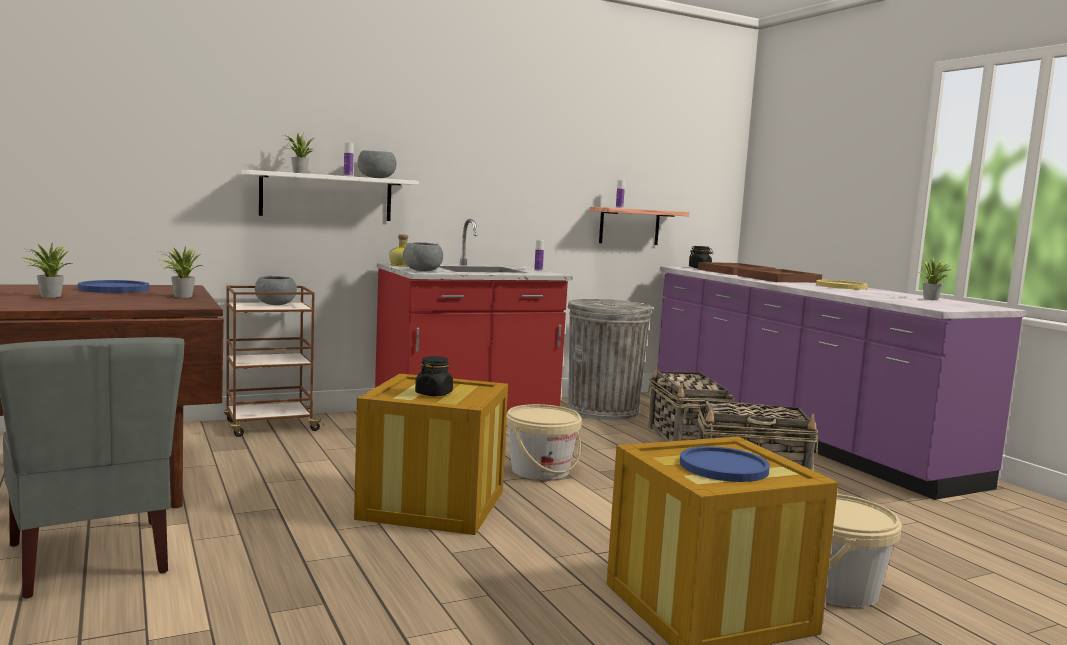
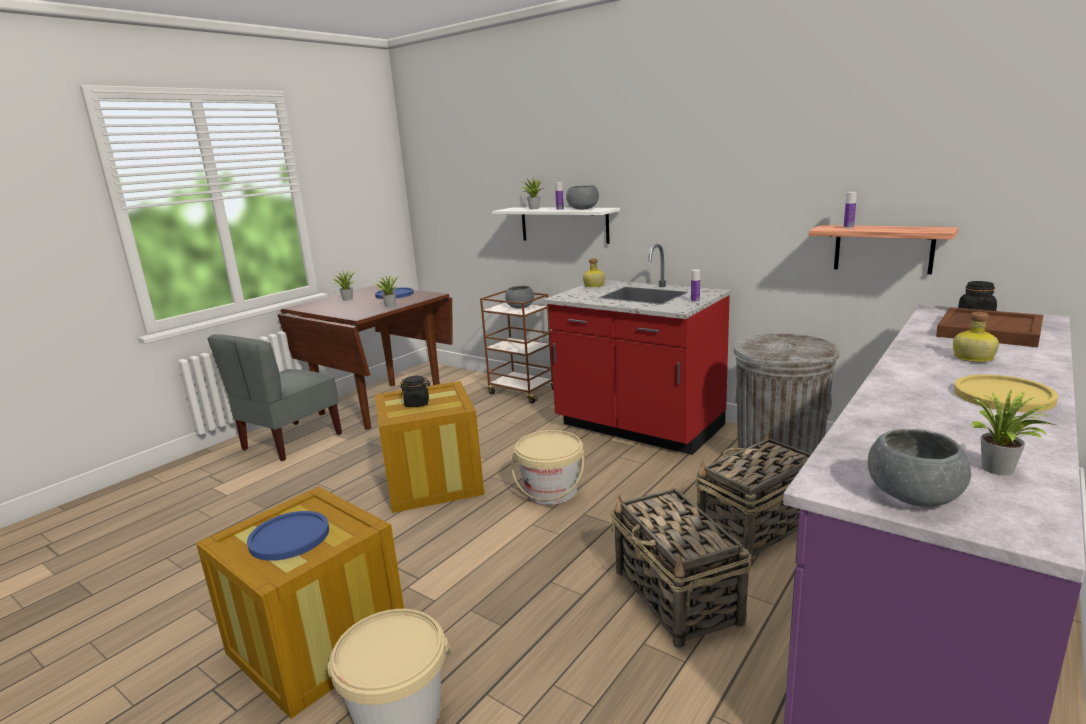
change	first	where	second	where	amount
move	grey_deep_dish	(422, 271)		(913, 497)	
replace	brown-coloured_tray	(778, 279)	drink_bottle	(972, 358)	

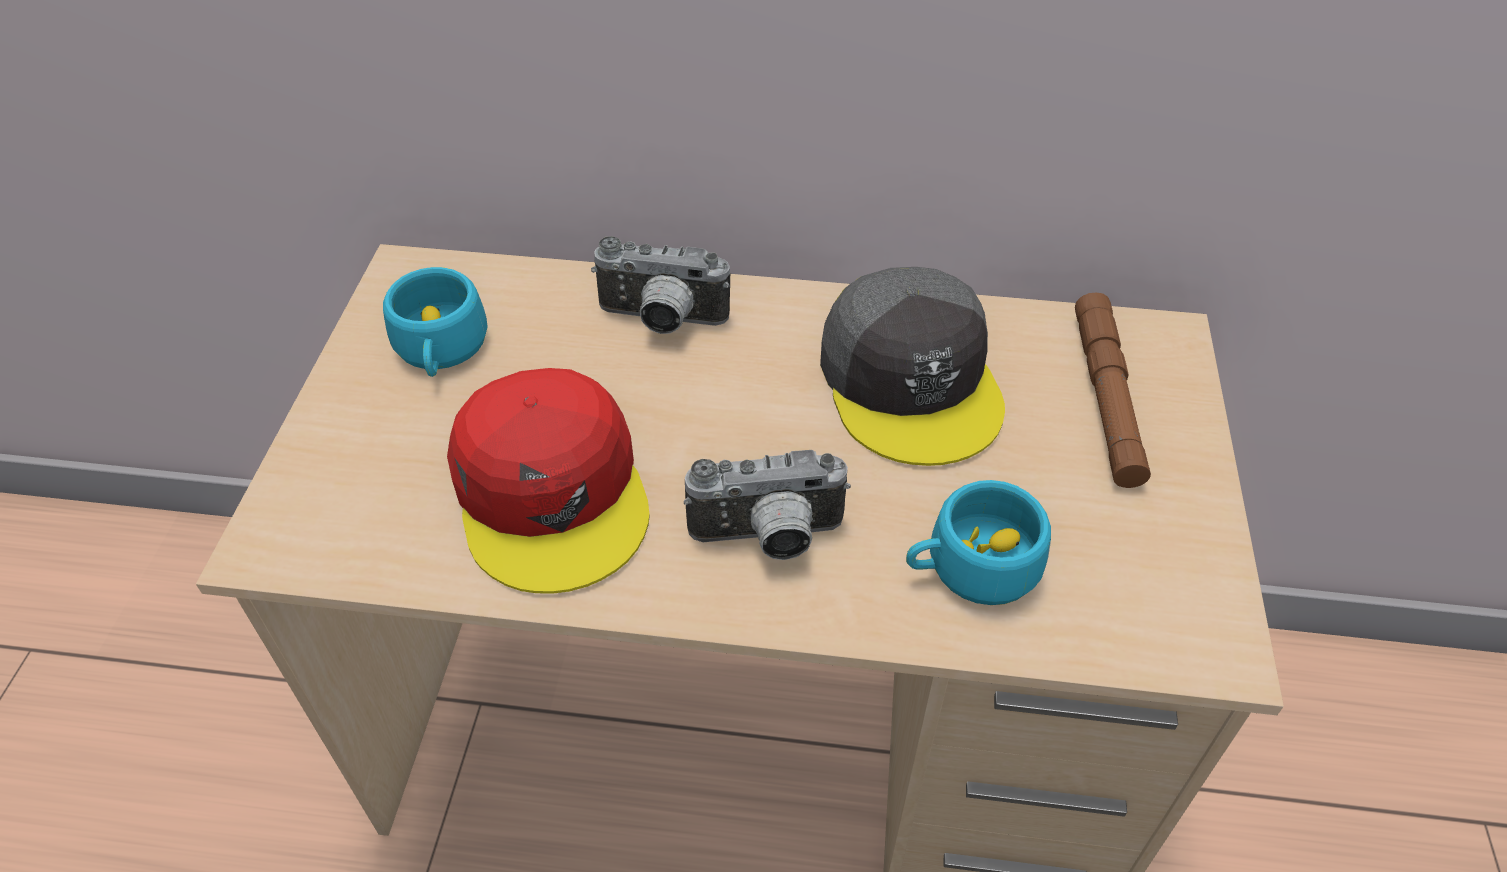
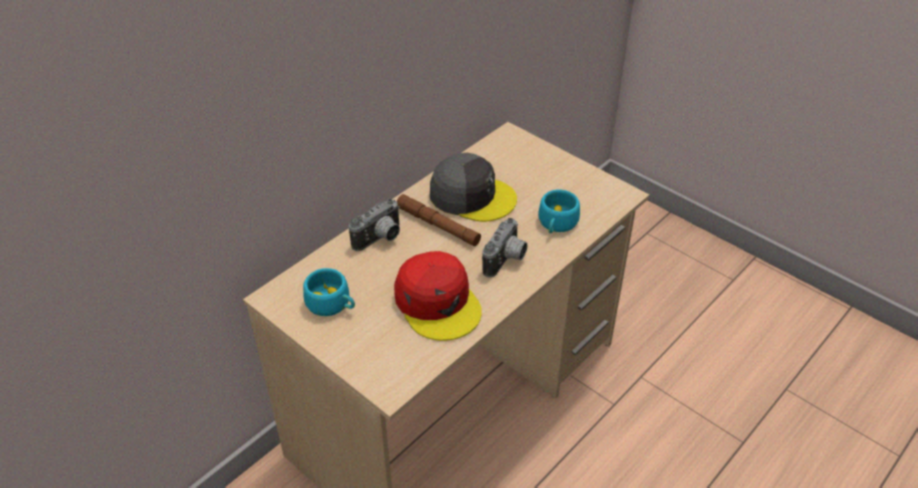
change	first	where	second	where	amount
move	brown-coloured_hand_torch	(1106, 397)		(438, 225)	
rotate	reddish_baseball_cap	(552, 492)		(438, 303)	45 degrees clockwise

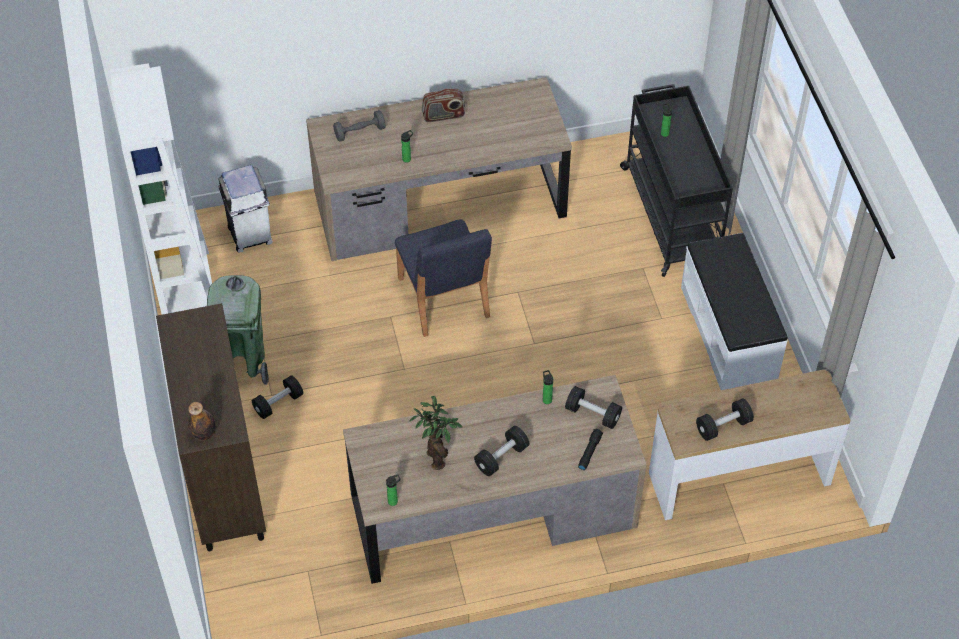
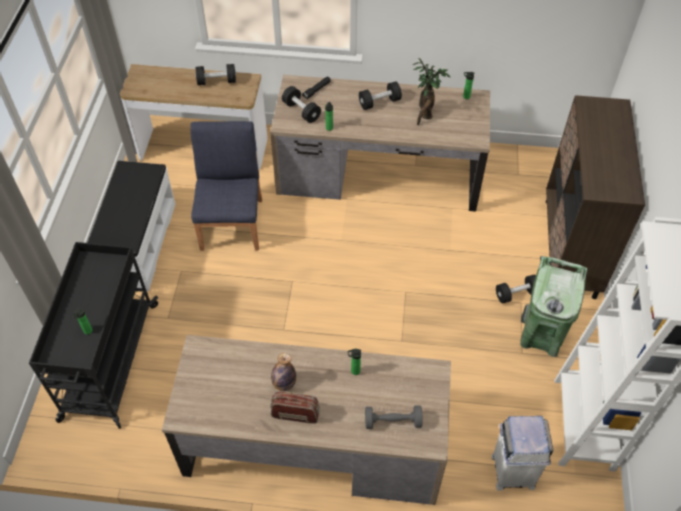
change	first	where	second	where	amount
move	blue_upright_chair	(443, 298)		(232, 223)	
move	drink_bottle	(204, 433)		(284, 384)	

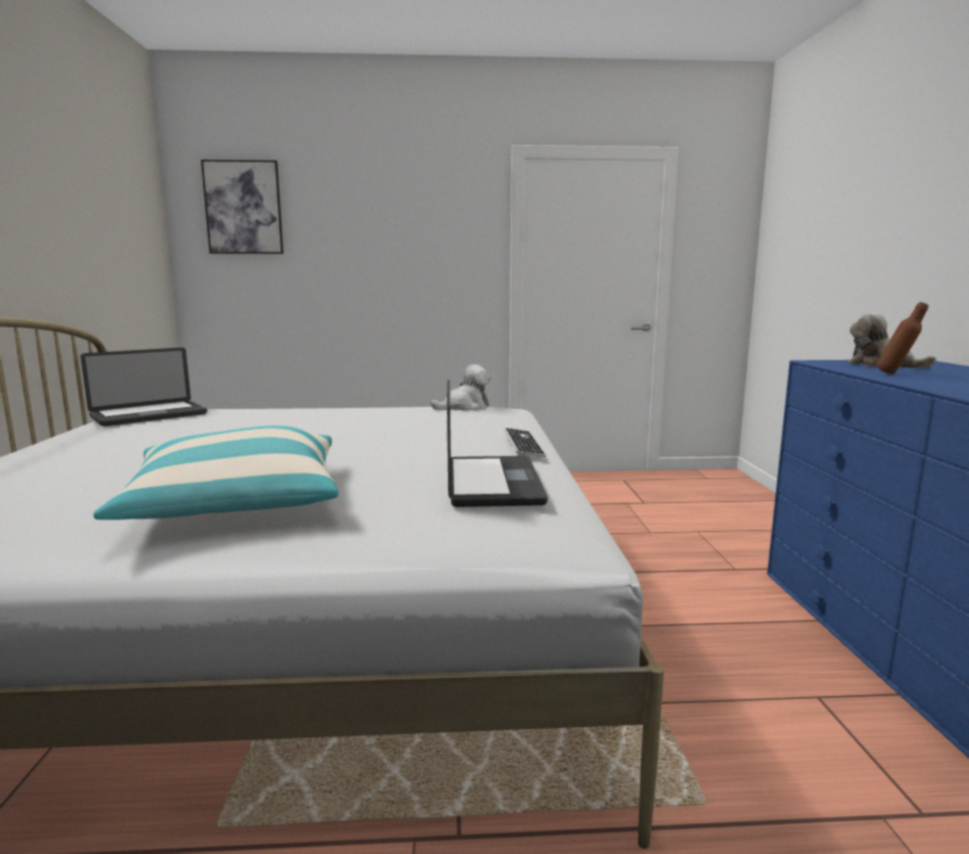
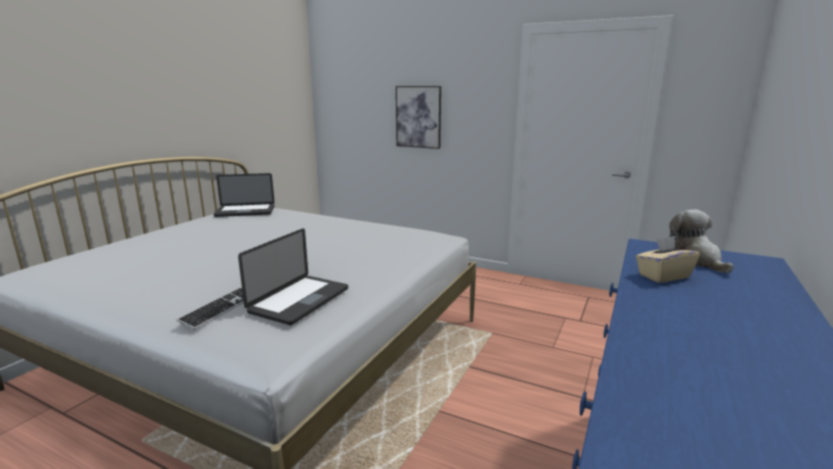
change	first	where	second	where	amount
move	wall_picture	(243, 207)		(418, 117)	
replace	brown-coloured_drink_bottle	(896, 374)	sand-coloured_box_of_tissues	(663, 276)	
delete	soft_toy	(464, 407)			
delete	throw_pillow	(237, 501)			
move	computer_keyboard	(523, 445)		(219, 309)	

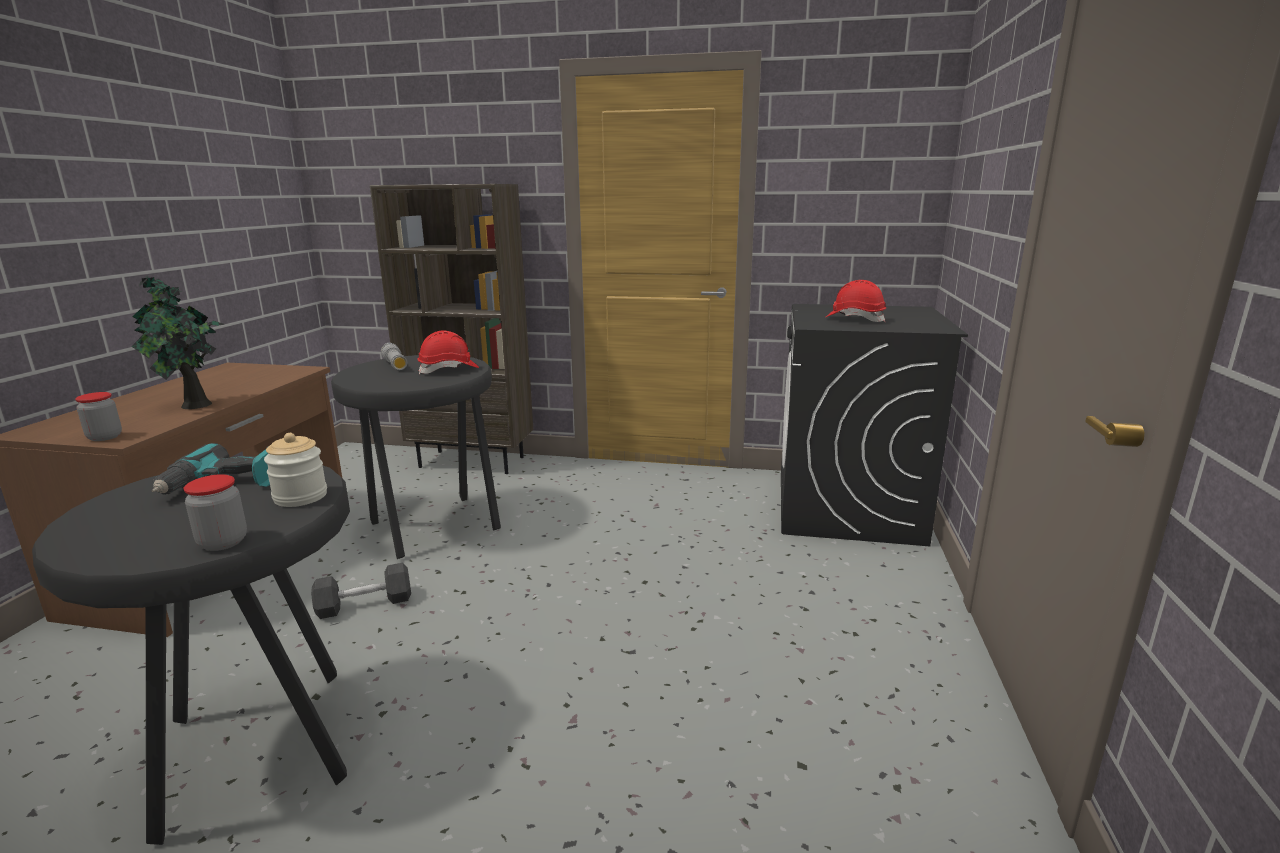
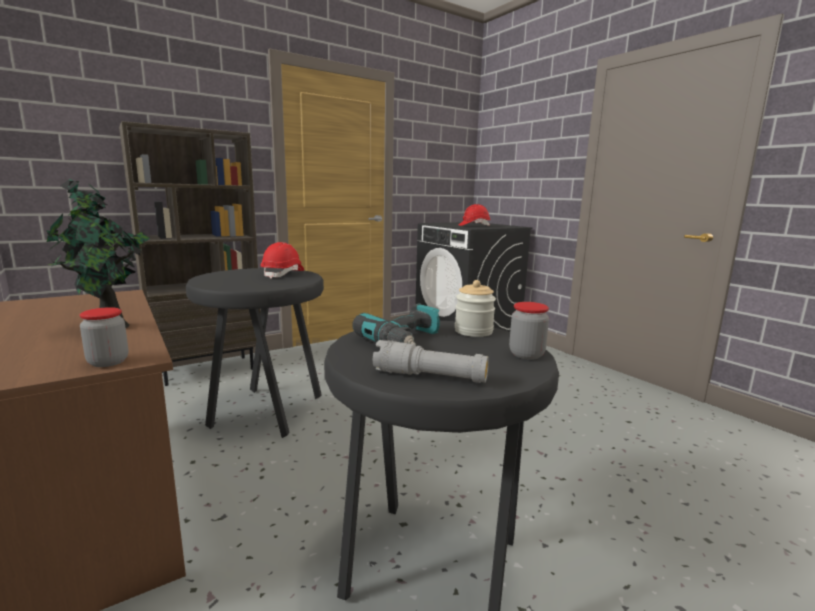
change	first	where	second	where	amount
move	grey_hand_torch	(395, 365)		(429, 376)	
delete	grey_free_weight	(365, 604)			

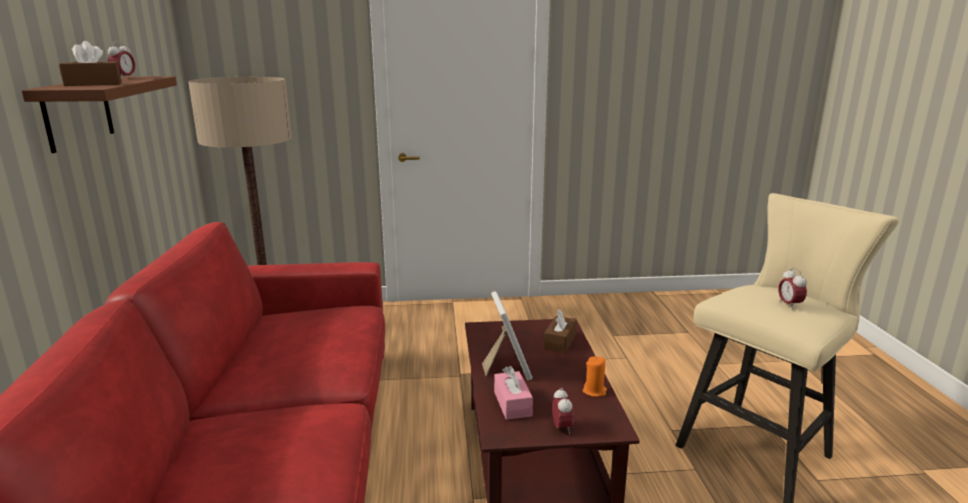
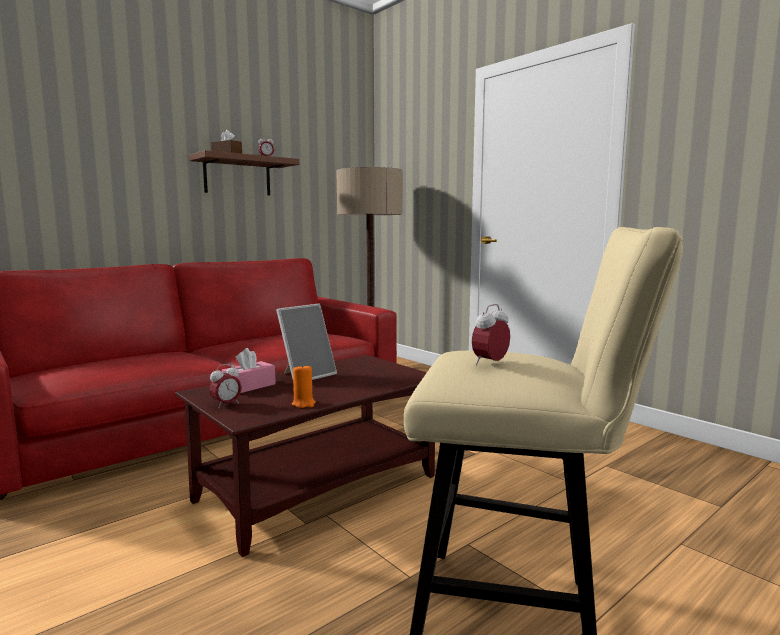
change	first	where	second	where	amount
delete	brown-coloured_box_of_tissues	(560, 342)			

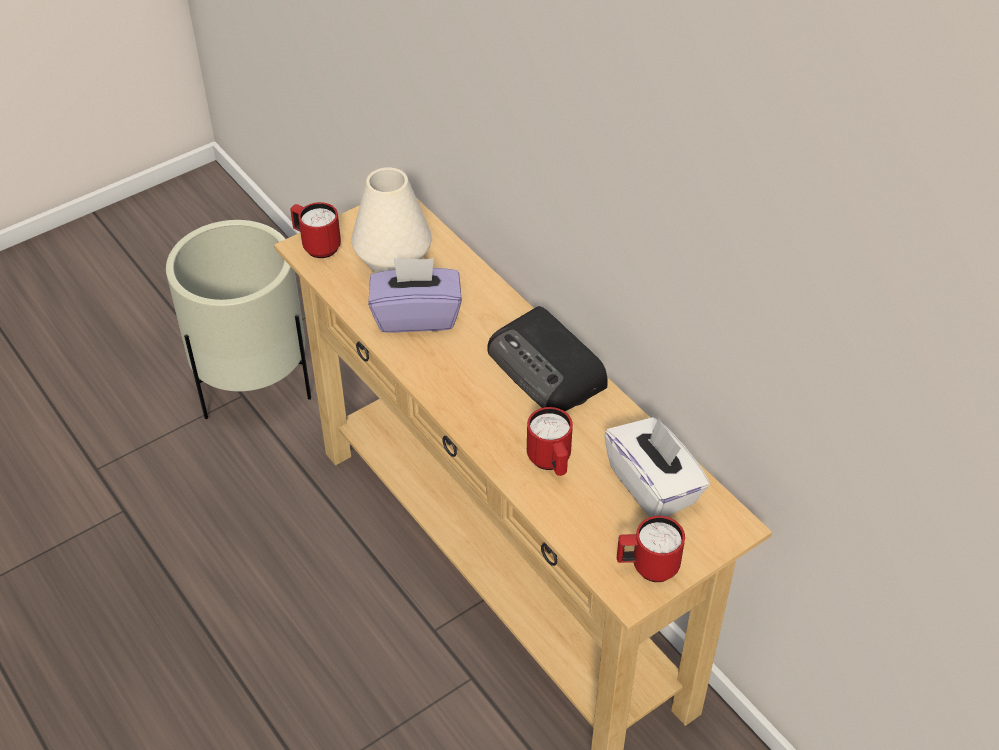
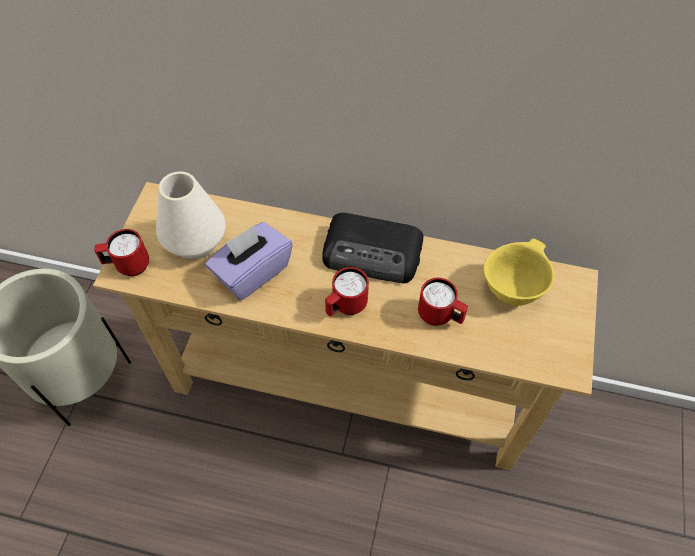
change	first	where	second	where	amount
replace	whitish_box_of_tissues	(653, 486)	yellow-coloured_deep_dish	(511, 288)	
move	reddish_tea_mug	(647, 567)		(345, 307)	

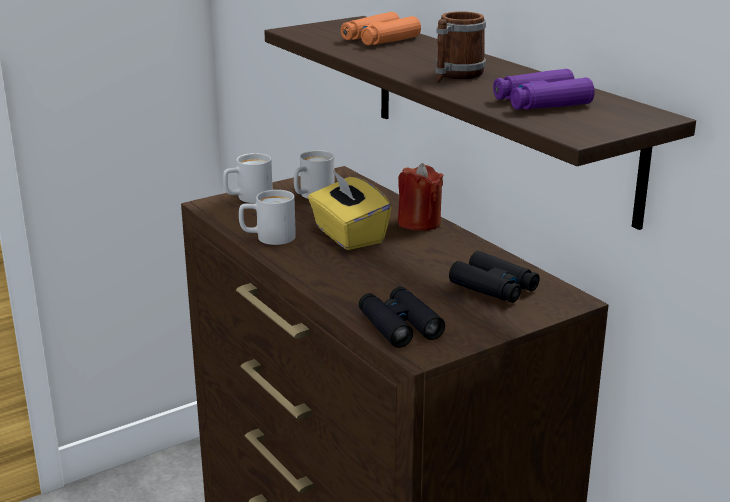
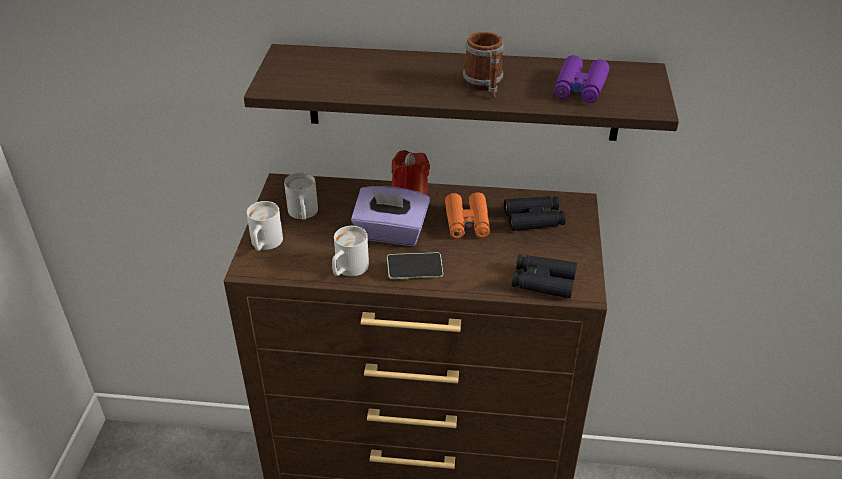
change	first	where	second	where	amount
move	orange-coloured_pair_of_binoculars	(380, 39)		(467, 222)	
recolor	yellow-coloured_box_of_tissues	(348, 235)	purplish_box_of_tissues	(391, 233)	
insert			phone	(415, 272)	

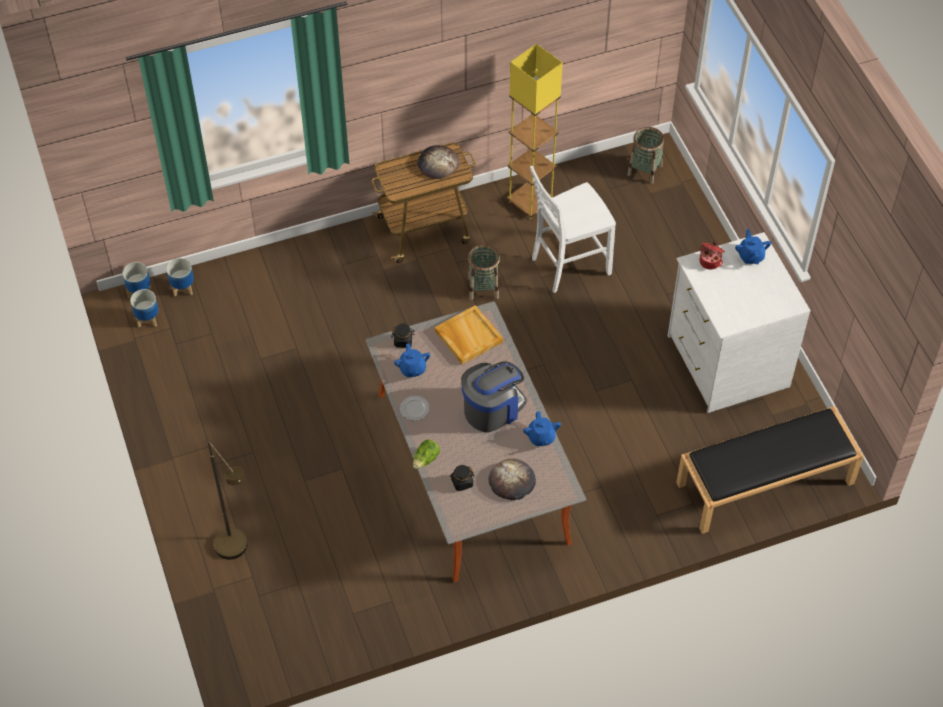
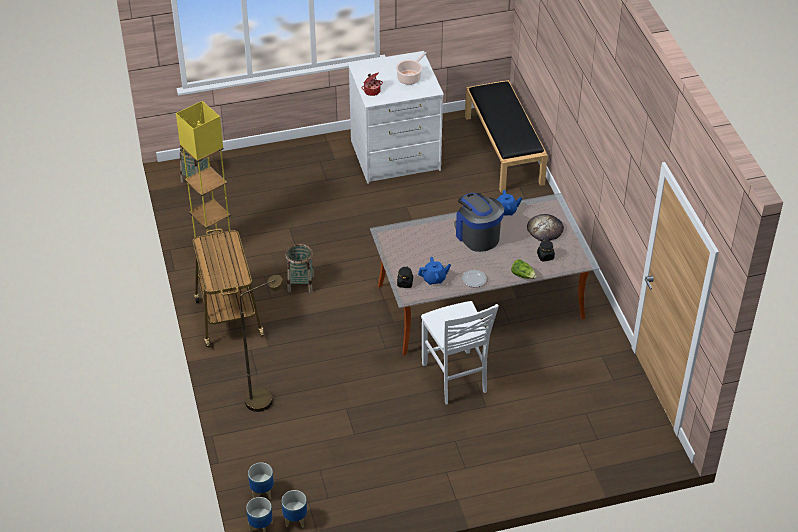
change	first	where	second	where	amount
delete	bakery_bread	(438, 163)			
move	whitish_upright_chair	(568, 265)		(455, 379)	
delete	blue_teapot	(750, 256)			
delete	sand-coloured_tray	(468, 336)			
move	brown-coloured_standing_lamp	(237, 551)		(265, 397)	
insert			stockpot	(410, 78)	

